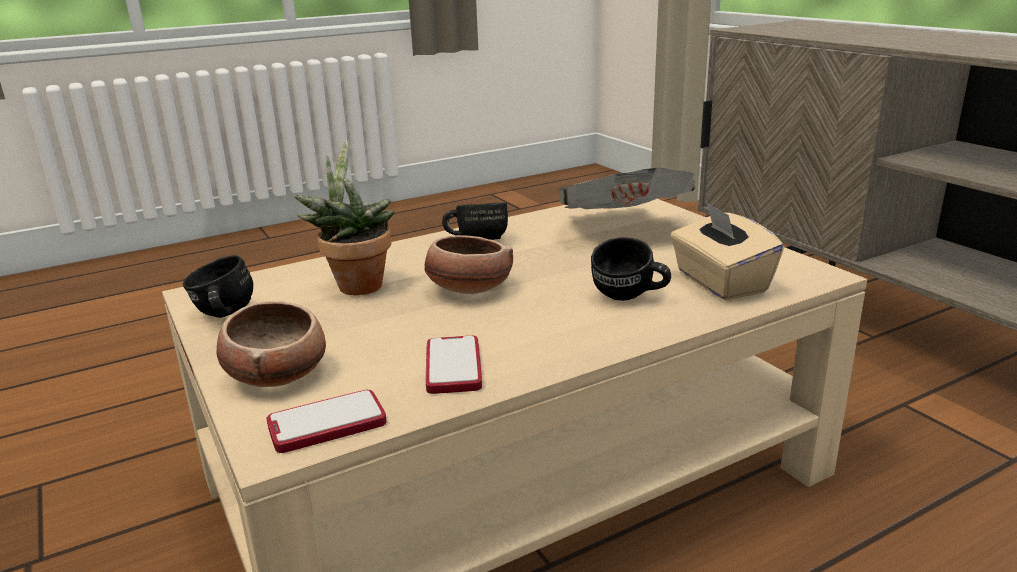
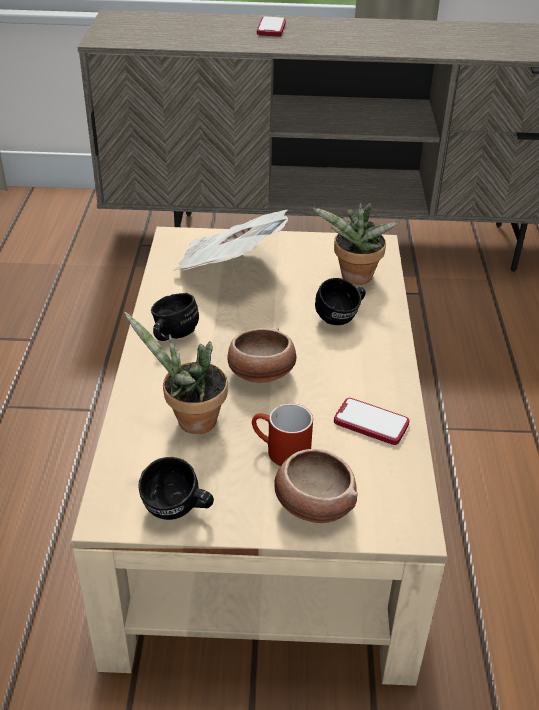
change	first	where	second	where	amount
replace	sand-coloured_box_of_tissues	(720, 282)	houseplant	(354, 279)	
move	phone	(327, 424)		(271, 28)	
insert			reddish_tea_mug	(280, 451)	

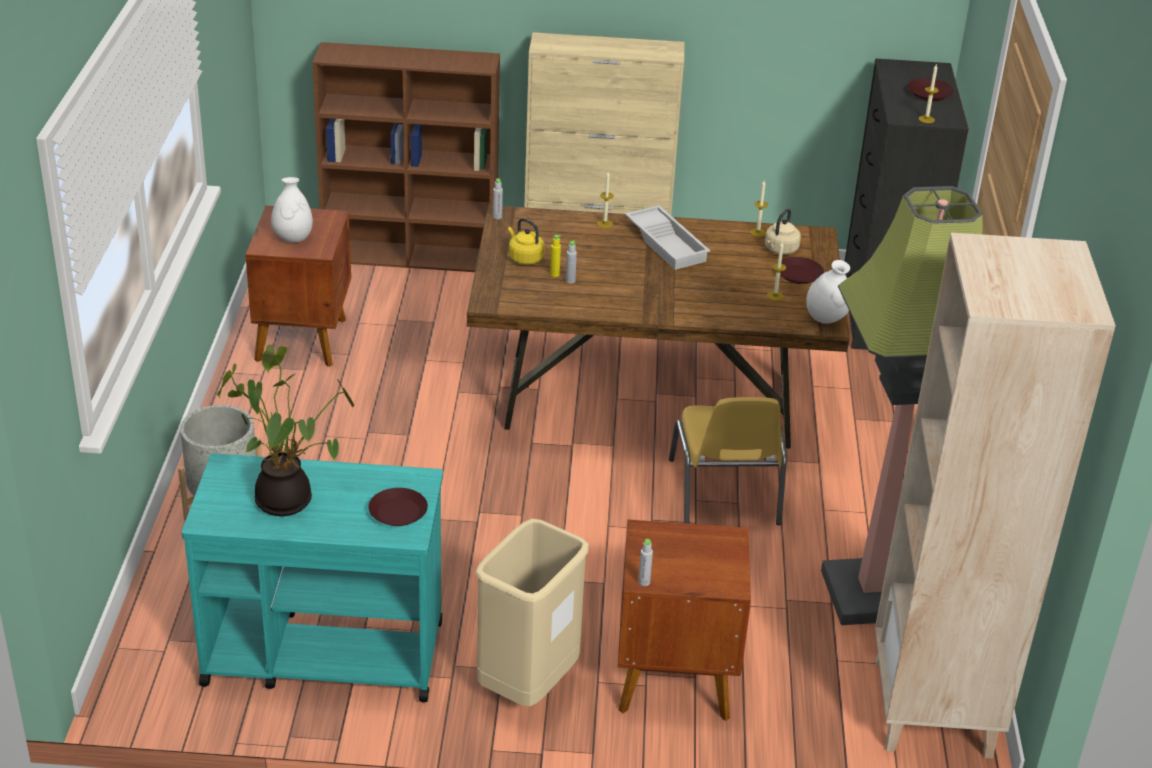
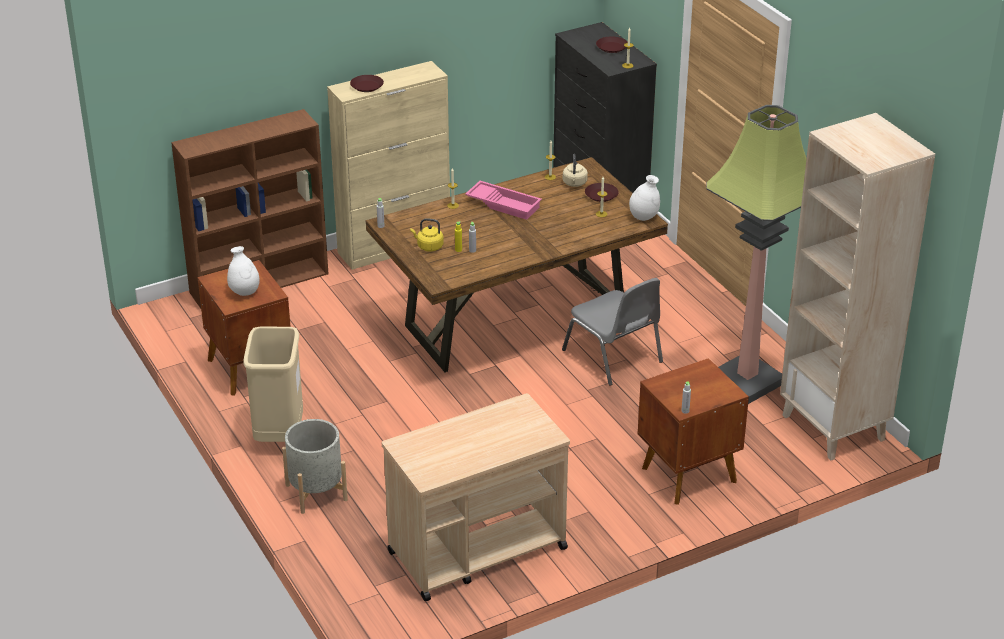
change	first	where	second	where	amount
recolor	whitish_tray	(667, 243)	pink_tray	(504, 204)	
delete	houseplant	(288, 498)			
recolor	yellow-coloured_upright_chair	(725, 493)	grey_upright_chair	(614, 356)	
recolor	blue-green_trolley	(322, 653)	sand-coloured_trolley	(476, 550)	
move	brown-coloured_flat_dish	(397, 512)		(366, 86)	
move	sand-coloured_trash_can	(528, 685)		(279, 435)	

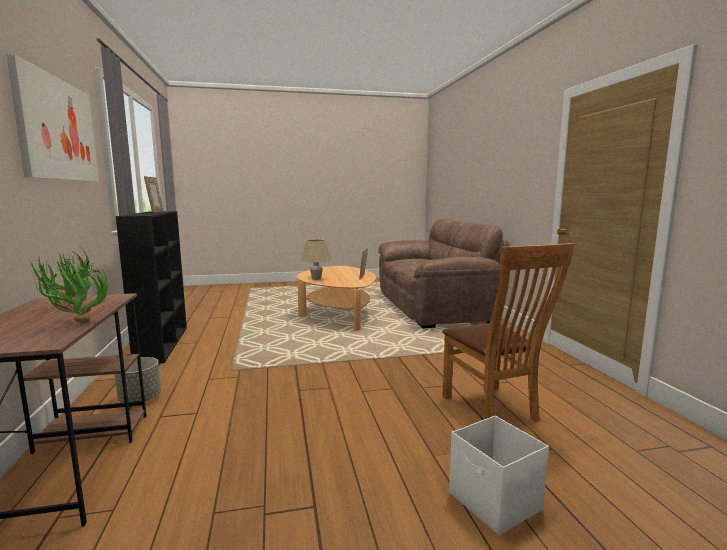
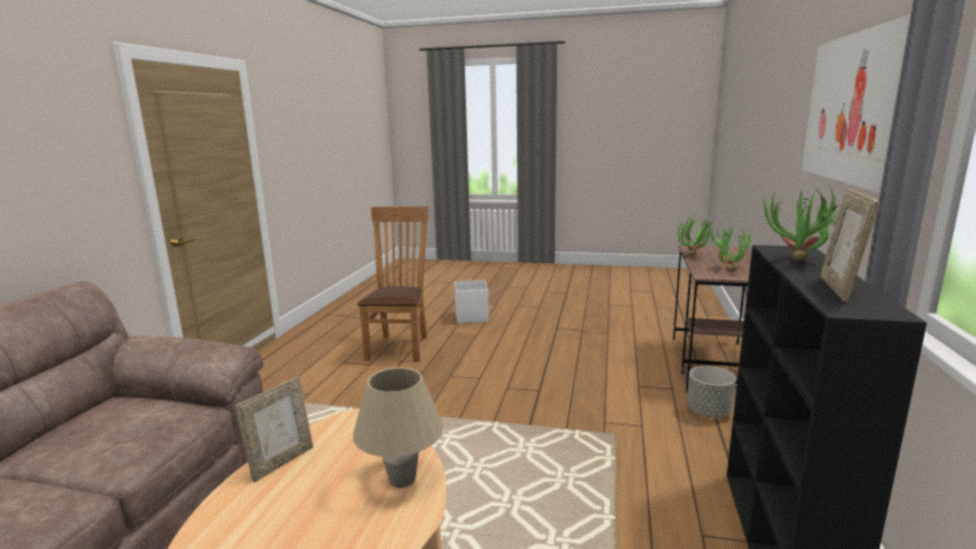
change	first	where	second	where	amount
insert			houseplant	(797, 262)	

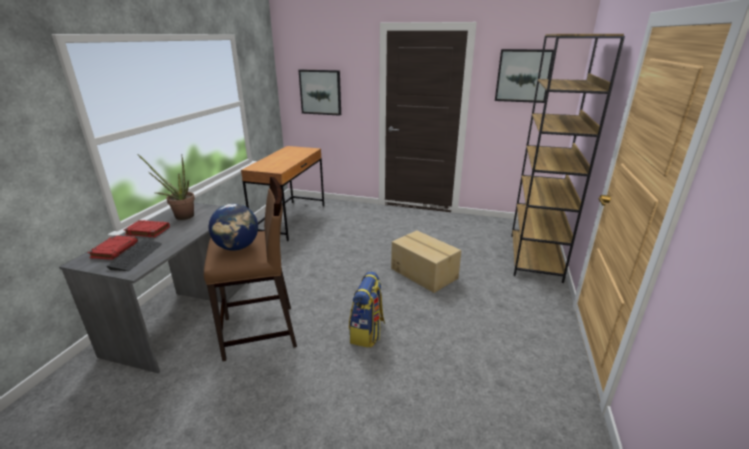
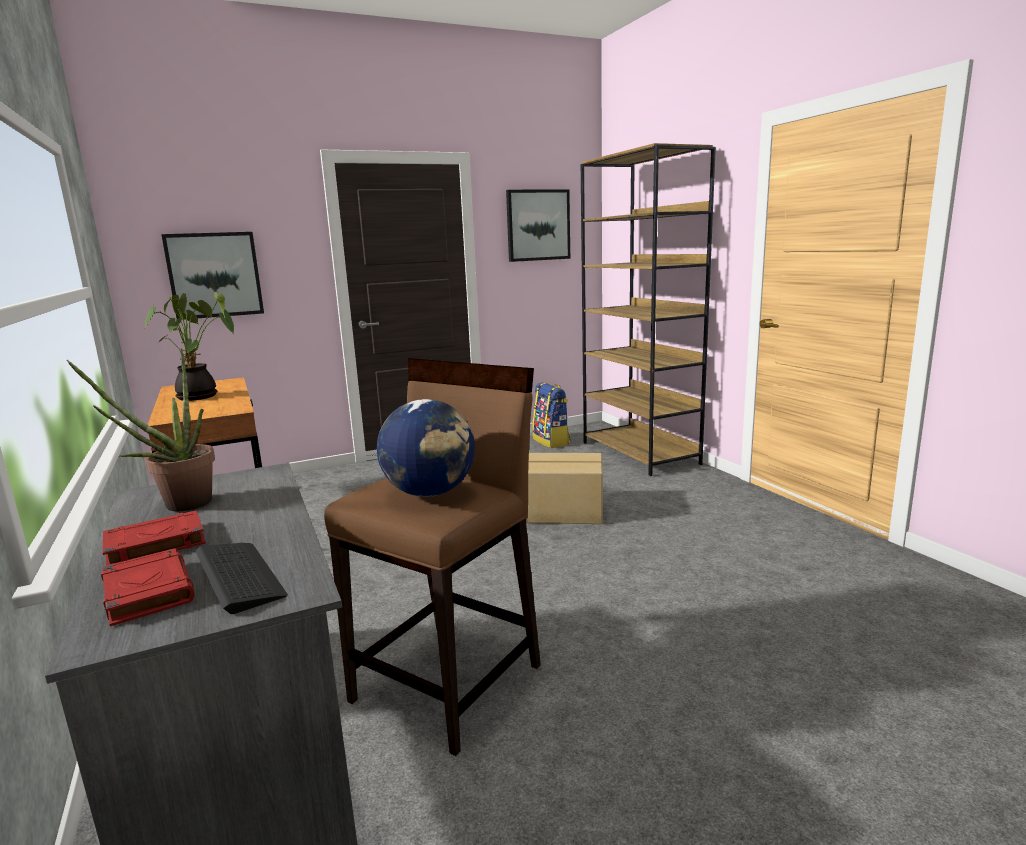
change	first	where	second	where	amount
move	backpack	(367, 333)		(552, 442)	
insert			houseplant	(201, 396)	

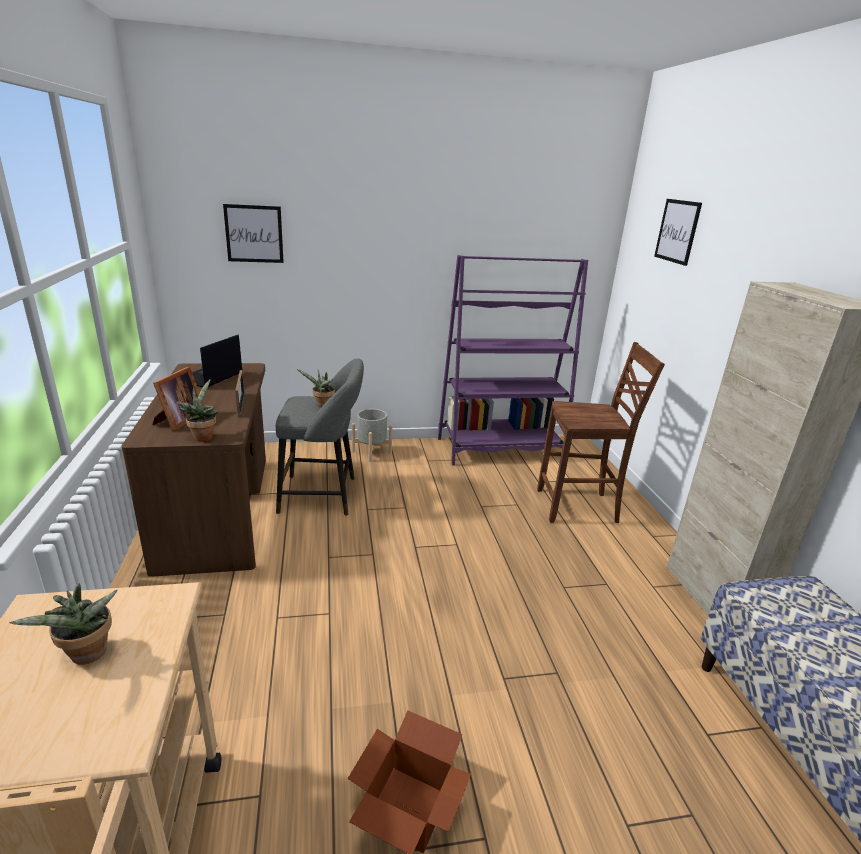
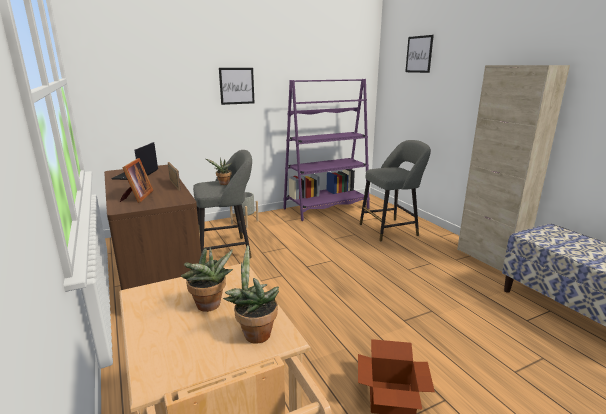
change	first	where	second	where	amount
move	wall_picture	(254, 234)		(237, 86)	
replace	brown-coloured_upright_chair	(579, 507)	grey_stool	(391, 229)	
move	houseplant	(203, 436)		(254, 333)	

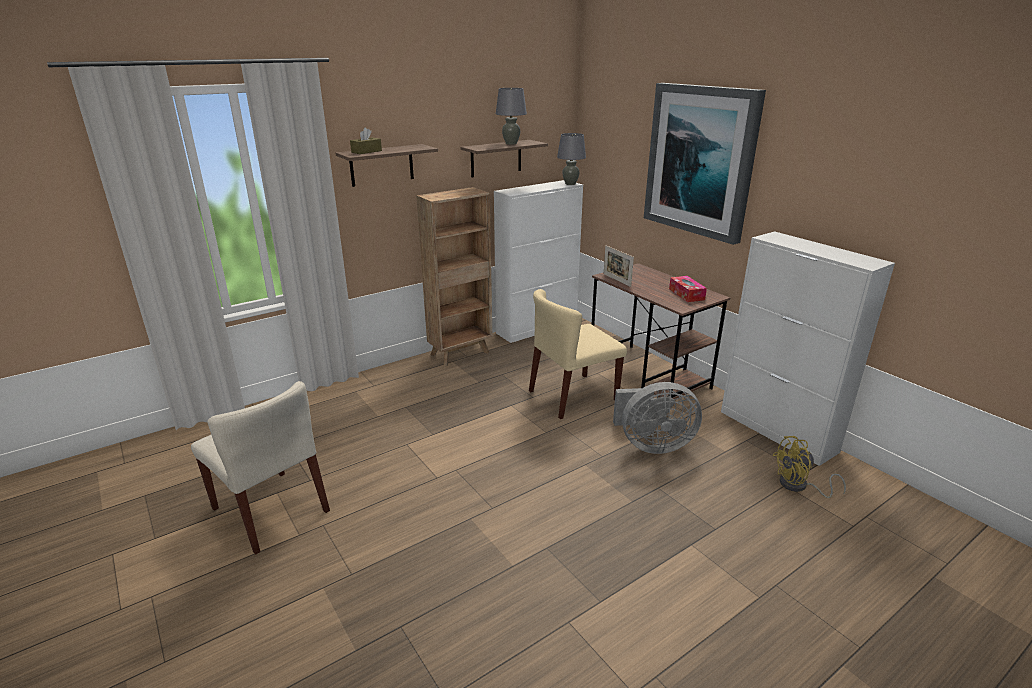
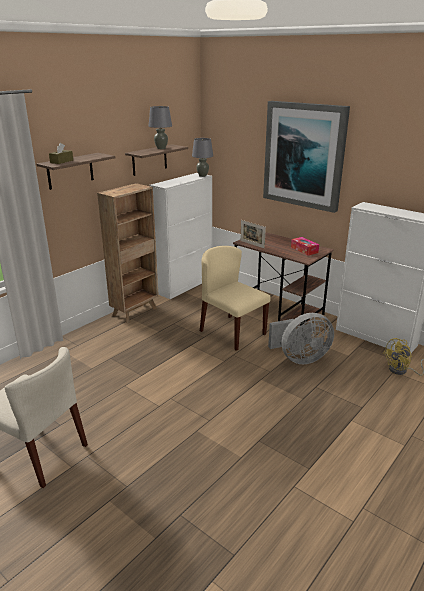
change	first	where	second	where	amount
rotate	sand-coloured_upright_chair	(572, 396)		(232, 332)	90 degrees clockwise

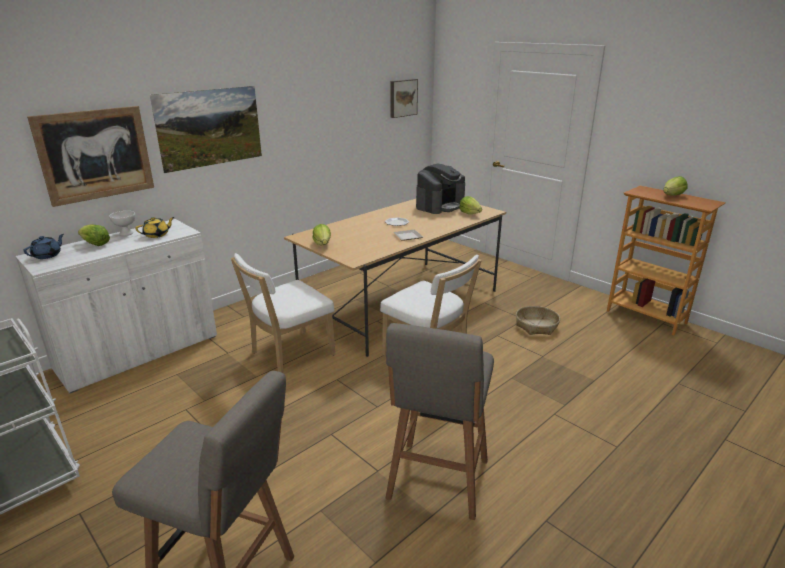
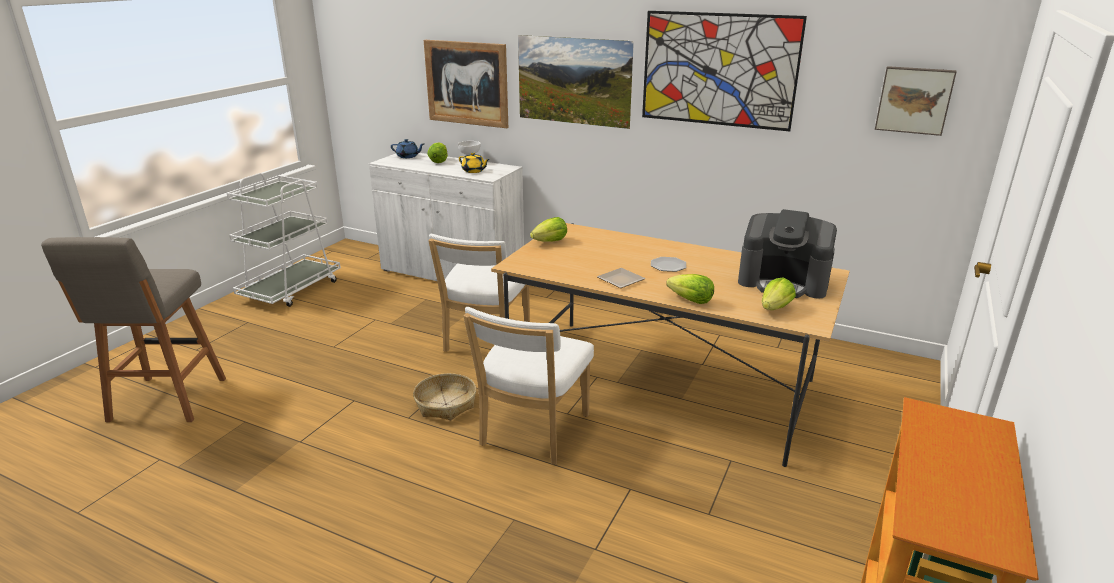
change	first	where	second	where	amount
move	lettuce_head	(672, 196)		(691, 301)	
rotate	whitish_upright_chair	(289, 355)		(485, 341)	105 degrees counterclockwise
move	basket	(536, 326)		(446, 404)	
delete	grey_stool	(437, 482)			
insert			wall_picture	(718, 70)	

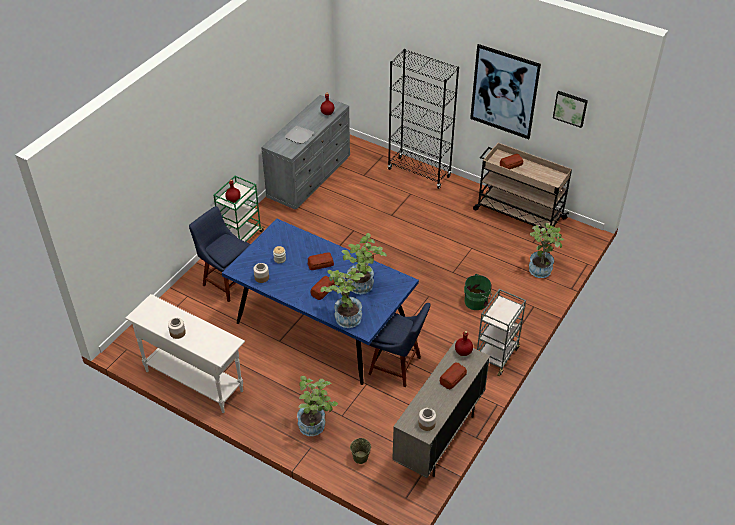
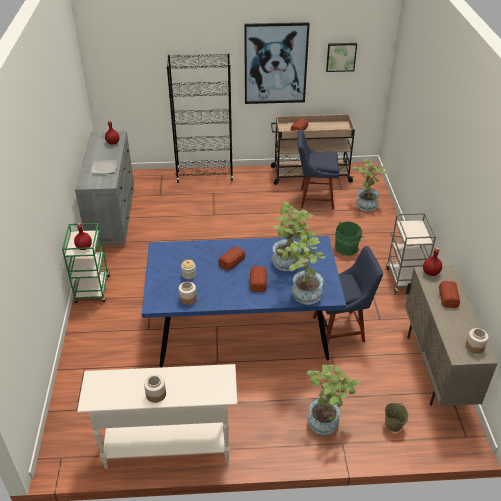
change	first	where	second	where	amount
move	blue_upright_chair	(227, 281)		(314, 198)	

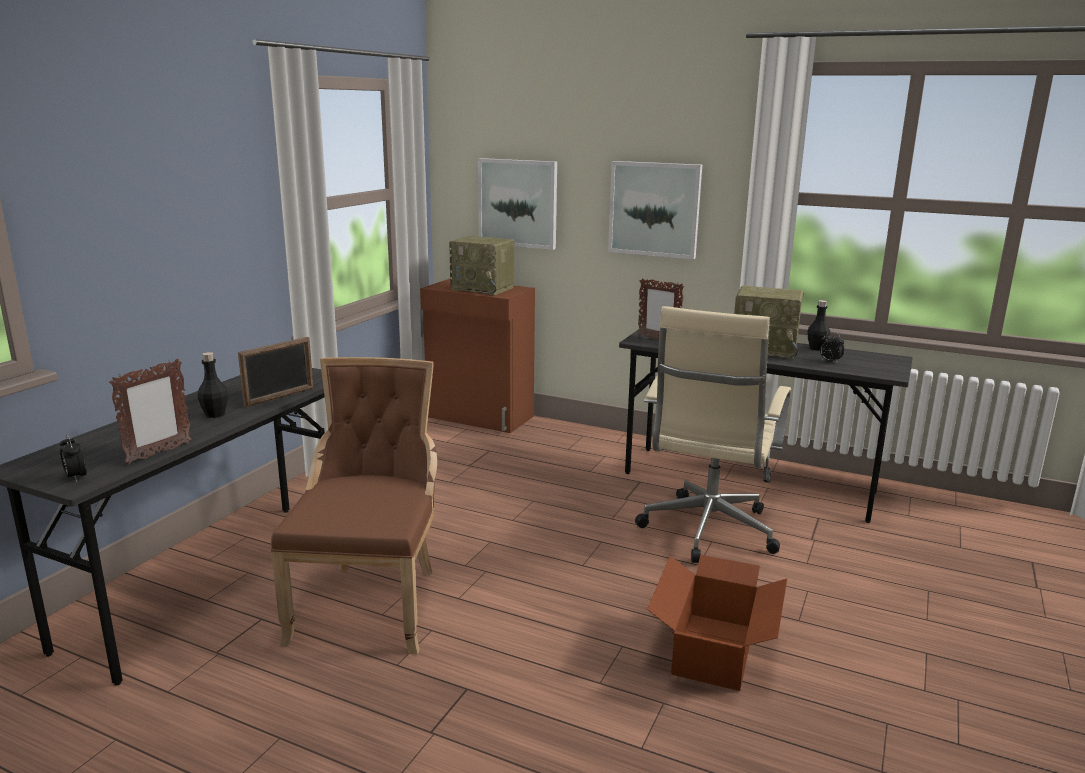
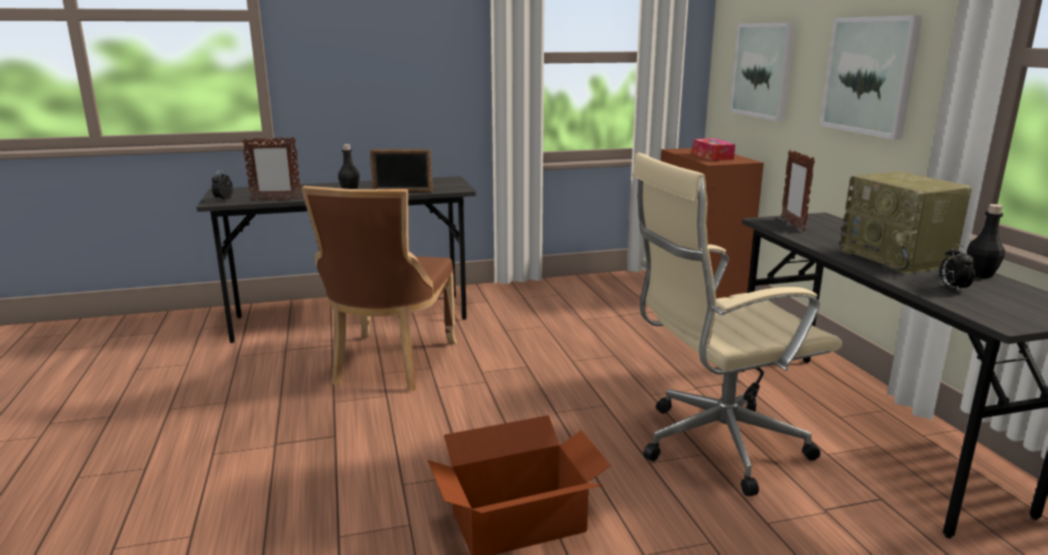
change	first	where	second	where	amount
replace	radio_set	(484, 288)	box_of_tissues	(712, 156)	
rotate	brown-coloured_upright_chair	(371, 603)		(390, 364)	135 degrees clockwise

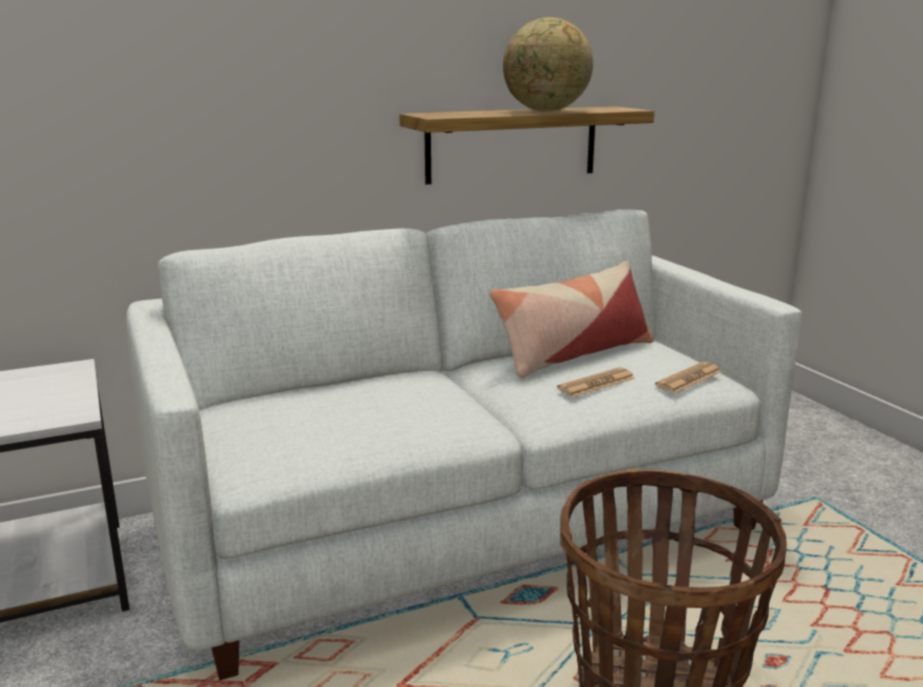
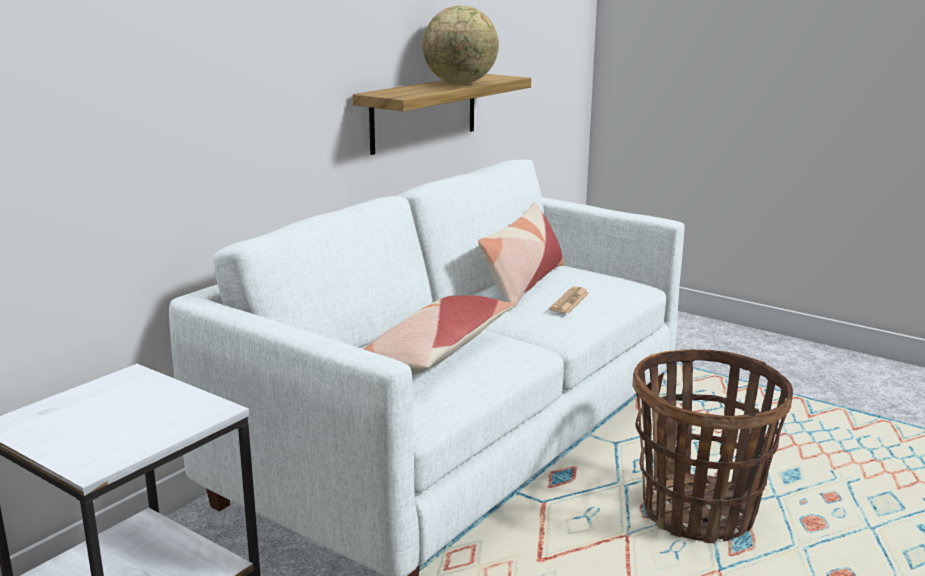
change	first	where	second	where	amount
delete	printed_paper	(689, 379)			
insert			throw_pillow	(434, 353)	

